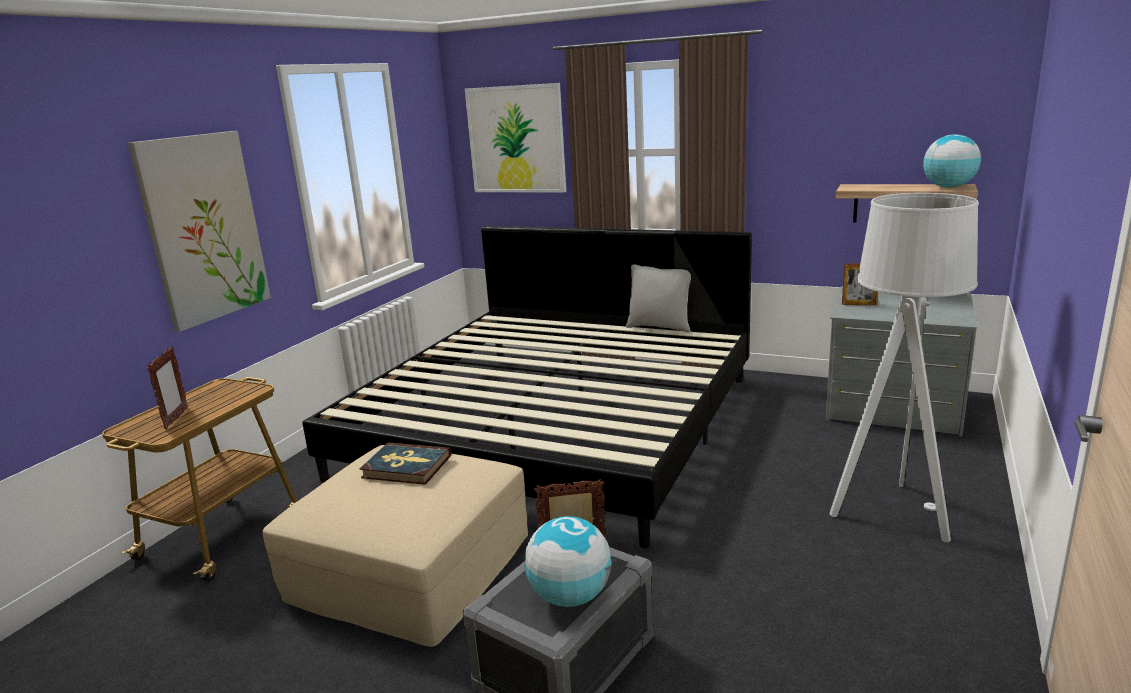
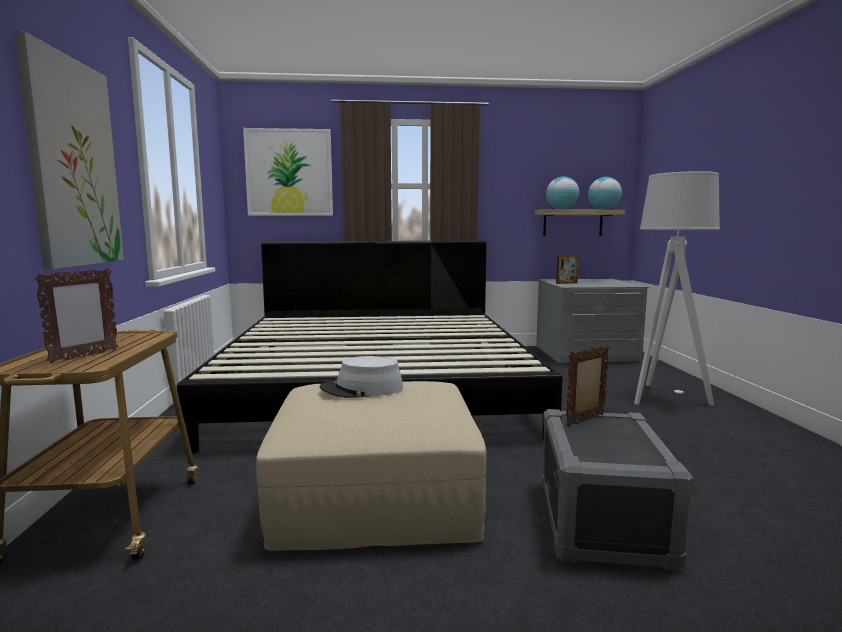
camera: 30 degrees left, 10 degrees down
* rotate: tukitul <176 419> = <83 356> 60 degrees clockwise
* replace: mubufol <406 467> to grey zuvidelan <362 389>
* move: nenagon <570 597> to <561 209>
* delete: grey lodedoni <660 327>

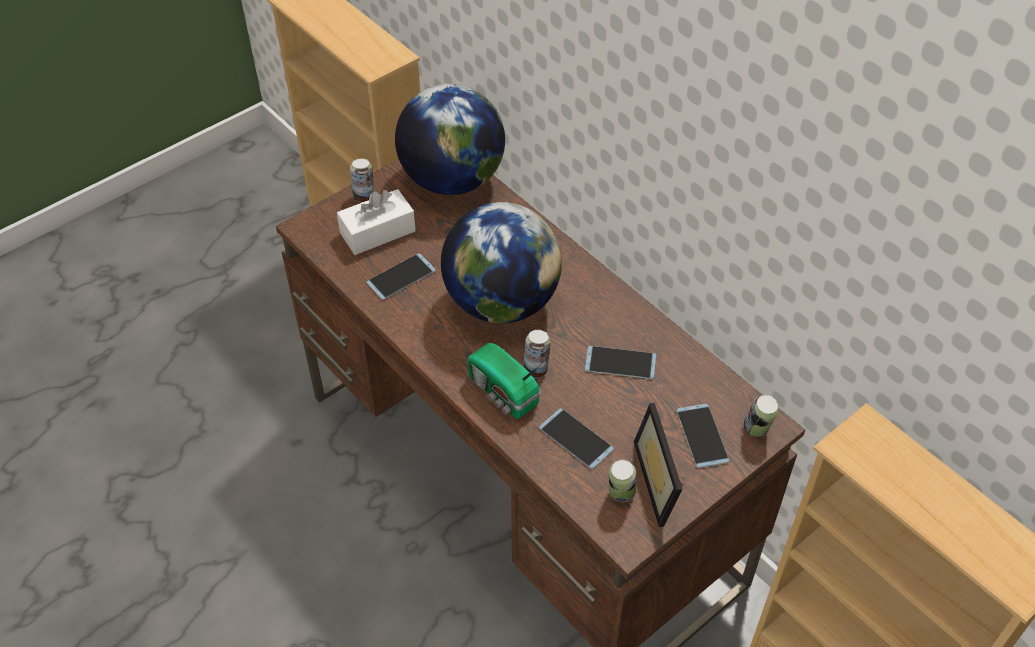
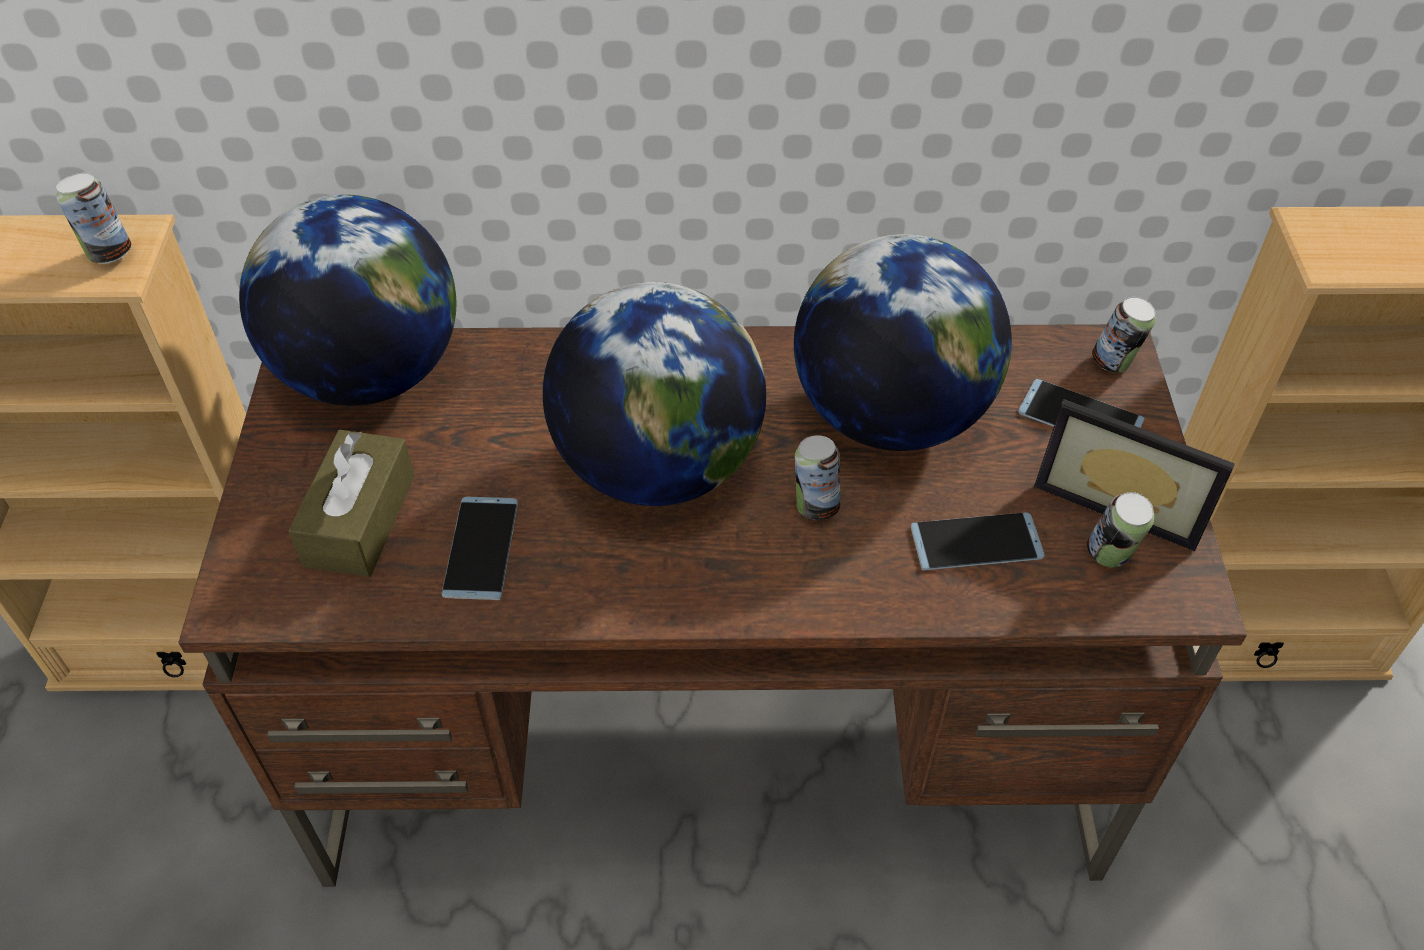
camera: 50 degrees left, 0 degrees up
* move: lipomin <364 196> to <109 253>
* recolor: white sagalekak <377 232> to brown sagalekak <360 520>
* replace: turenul <620 363> to nenagon <890 416>
* delete: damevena <503 393>

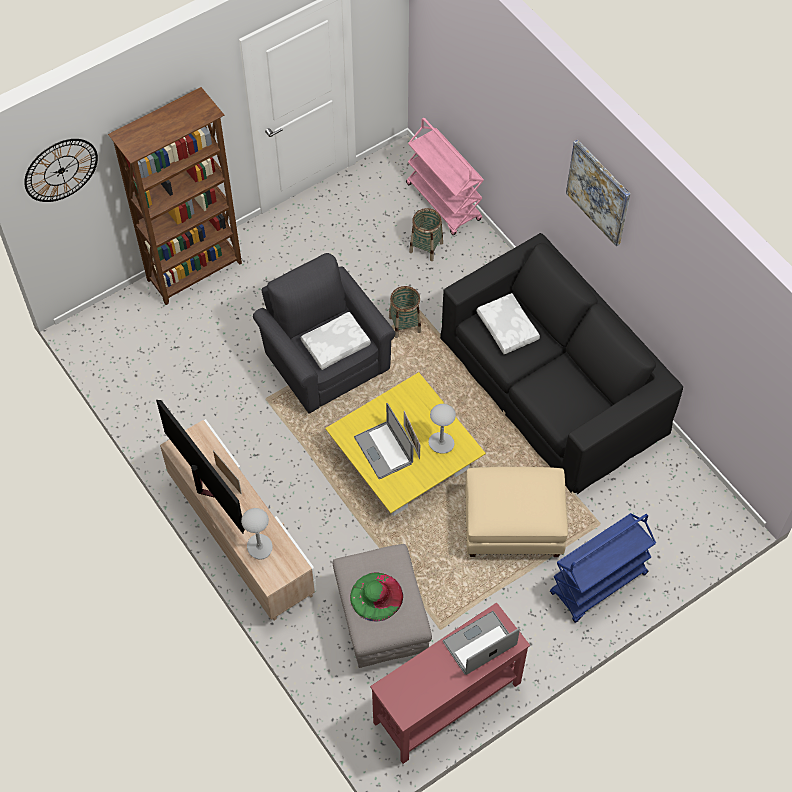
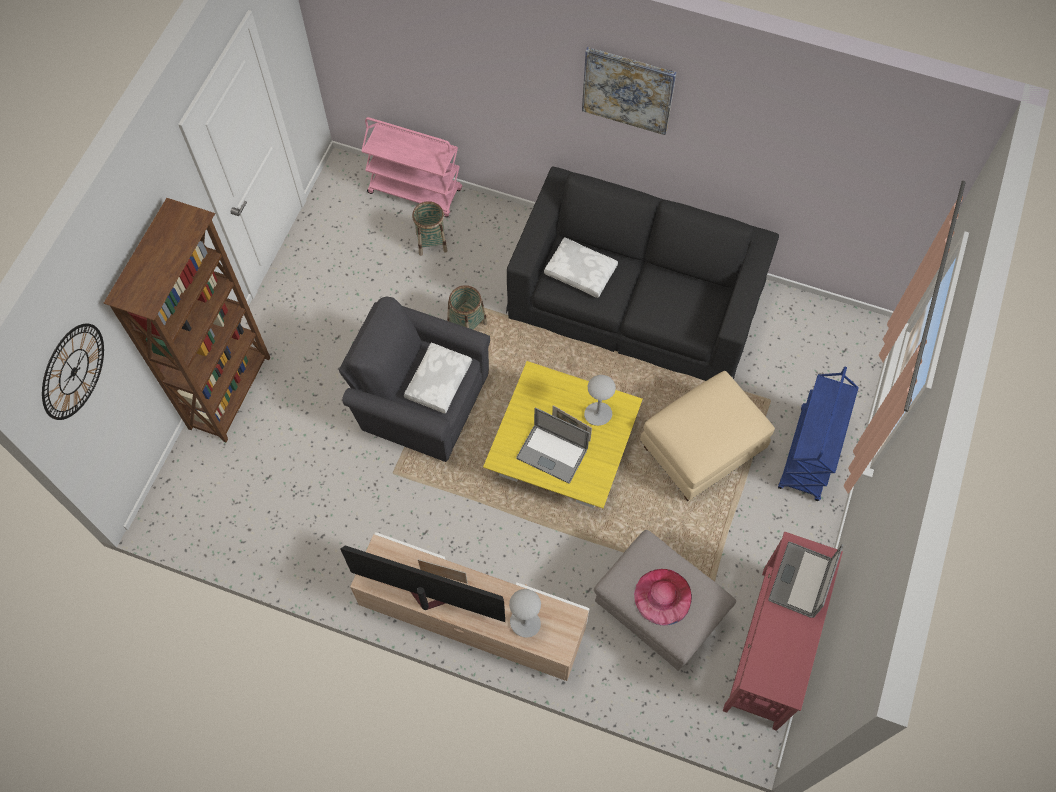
camera: 35 degrees left, 5 degrees up
* recolor: green zuvidelan <376 596> to pink zuvidelan <663 596>

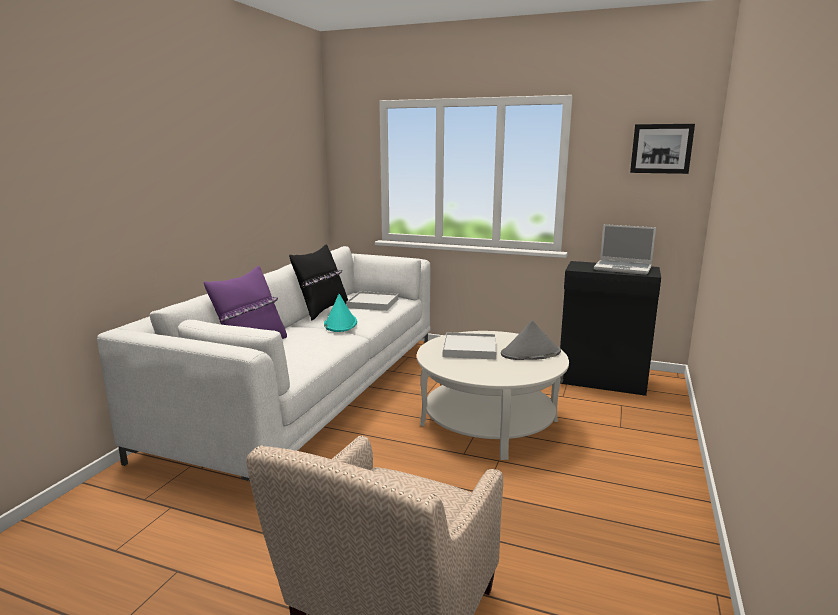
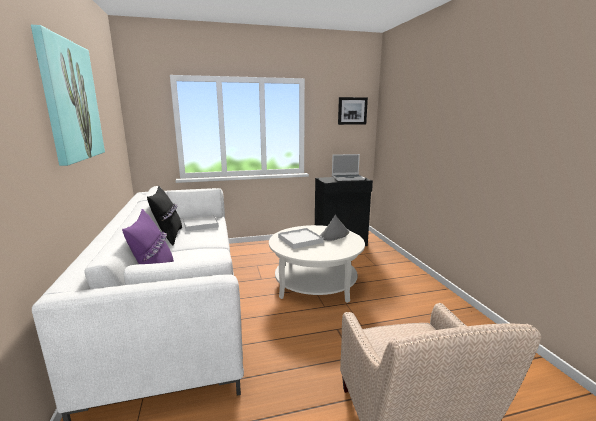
camera: 35 degrees left, 0 degrees up
* insert: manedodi <70 101>
* delete: turquoise zuvidelan <340 324>

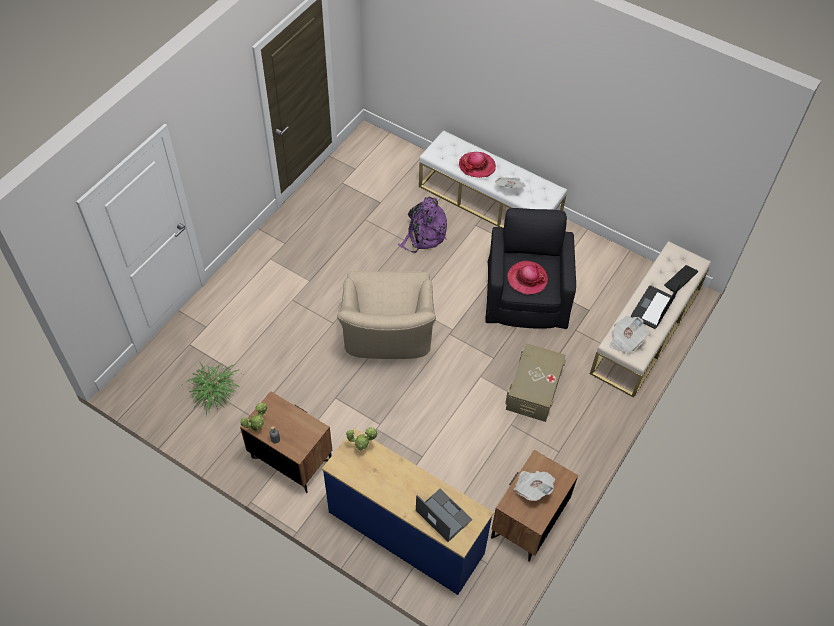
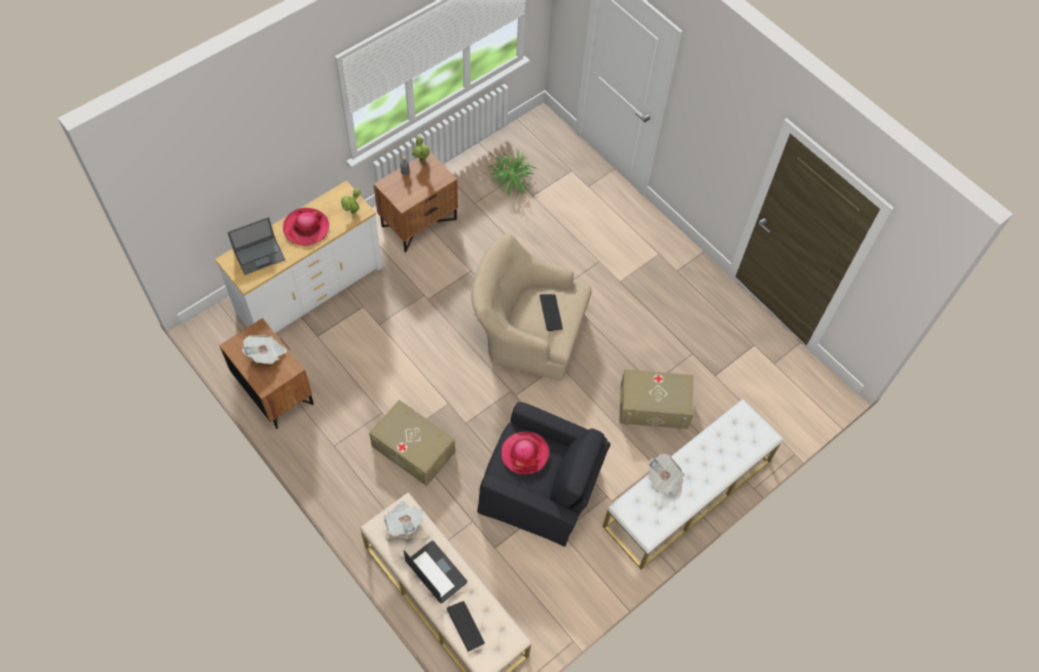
camera: 105 degrees right, 5 degrees up
* recolor: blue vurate <405 533> to white vurate <309 289>
* move: zuvidelan <477 166> to <306 228>
* insert: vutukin <551 313>
* replace: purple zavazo <423 235> to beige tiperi <654 406>

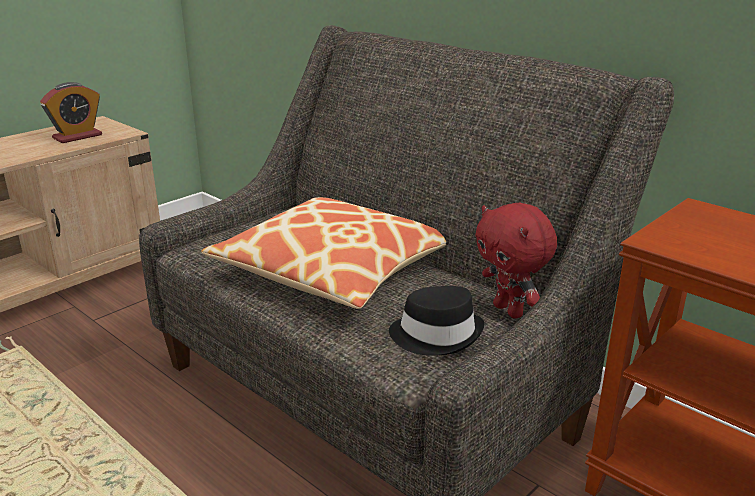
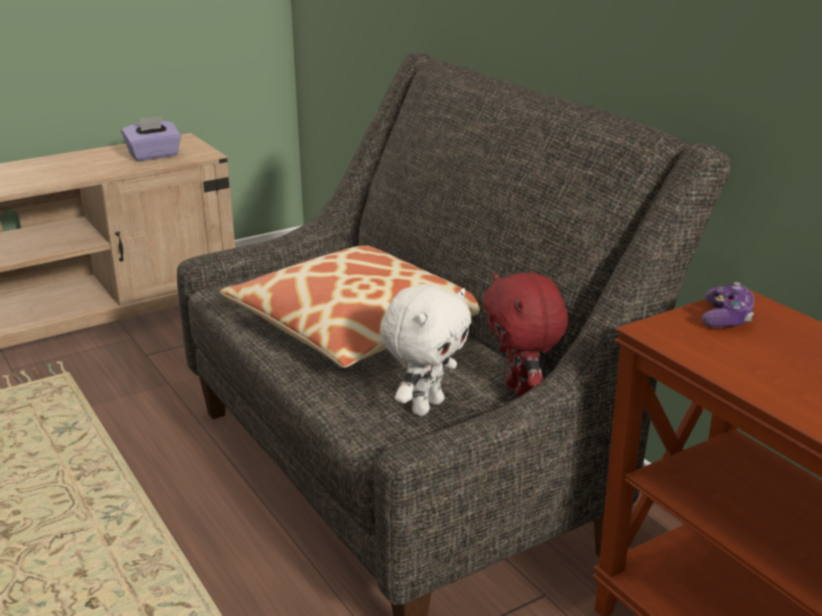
camera: 15 degrees right, 0 degrees up
* replace: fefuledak <77 136> to purple sagalekak <154 155>
* replace: black zuvidelan <436 335> to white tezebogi <426 406>
* insert: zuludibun <726 318>

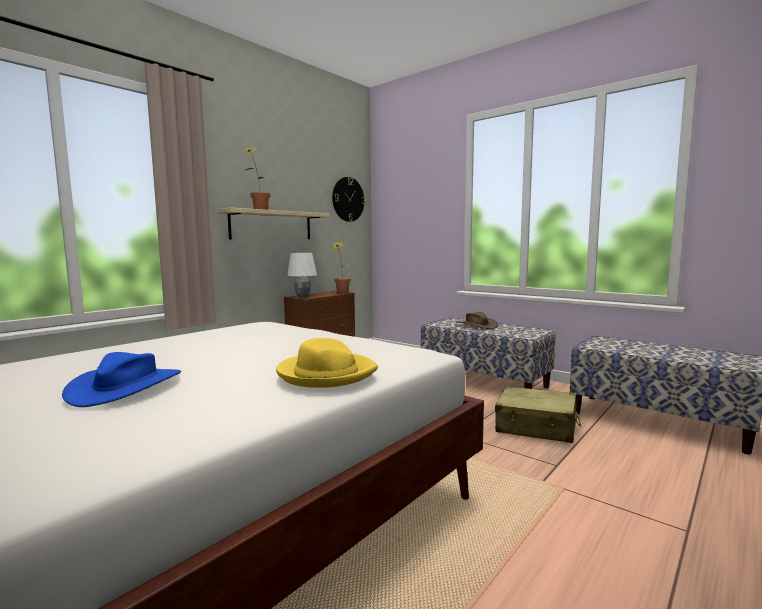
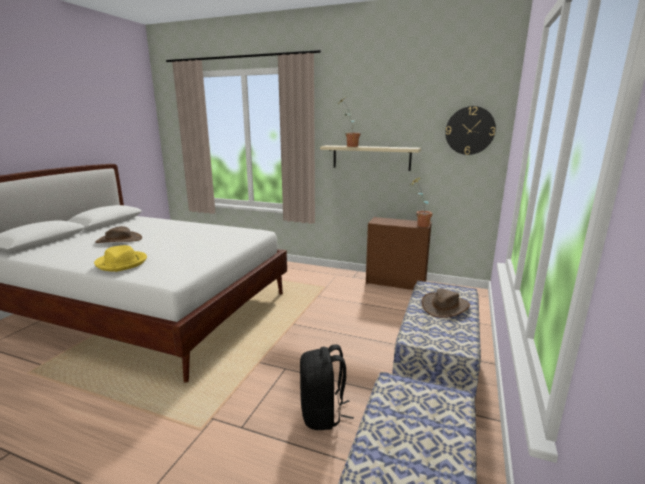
camera: 70 degrees right, 10 degrees up
* recolor: blue zuvidelan <126 387> to brown zuvidelan <119 240>
* replace: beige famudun <536 427> to black zavazo <322 414>
* delete: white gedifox <303 296>

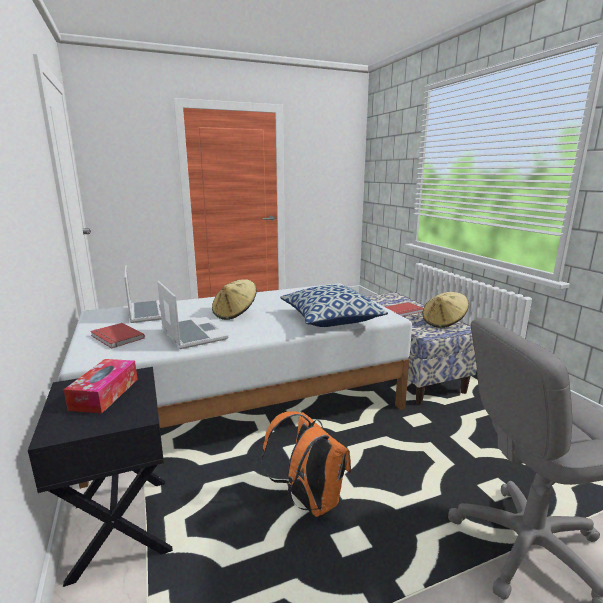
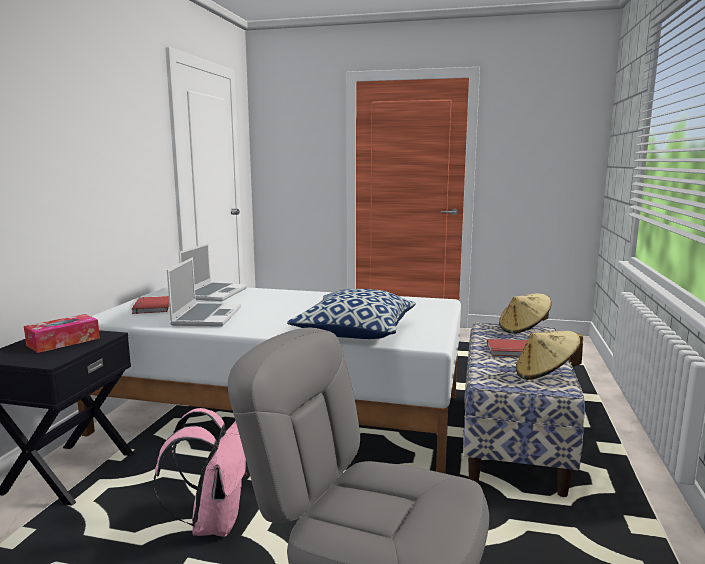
camera: 35 degrees right, 5 degrees down
* recolor: orange zavazo <309 501> to pink zavazo <213 522>
* move: beige zuvidelan <235 313> to <523 329>

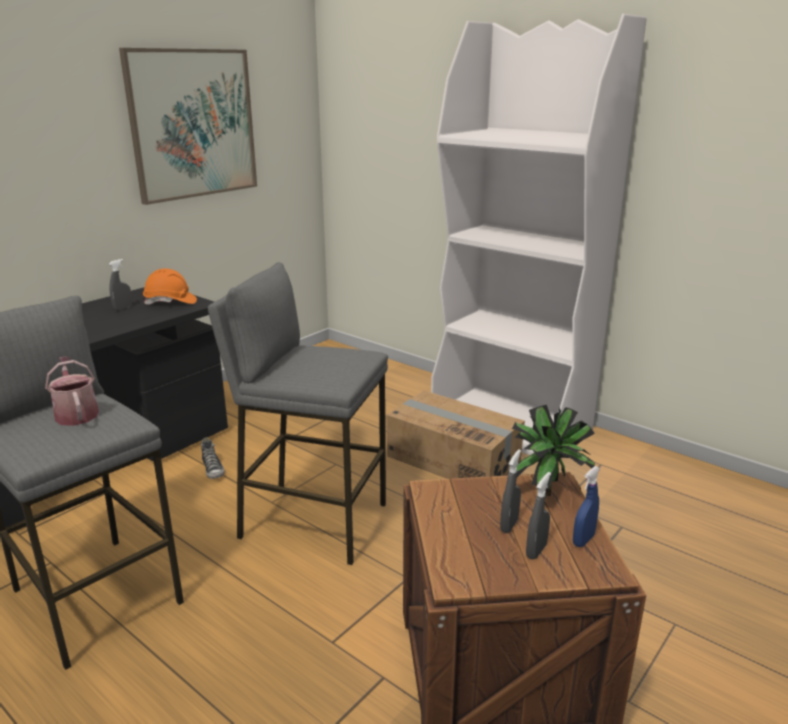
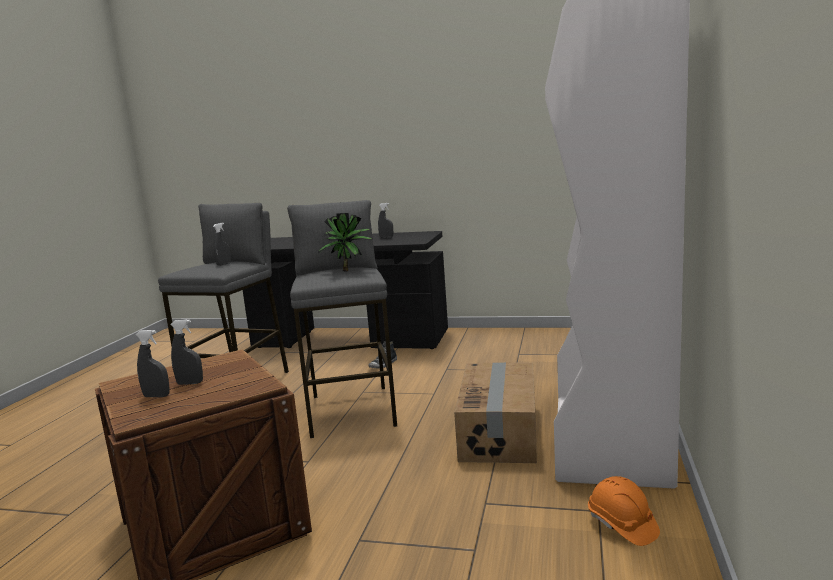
camera: 65 degrees right, 10 degrees down
* replace: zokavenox <76 413> to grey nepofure <224 264>
* move: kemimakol <548 490> to <350 270>
* move: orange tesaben <170 302> to <622 525>
* delete: manedodi <193 124>
* delete: blue nepofure <583 540>

